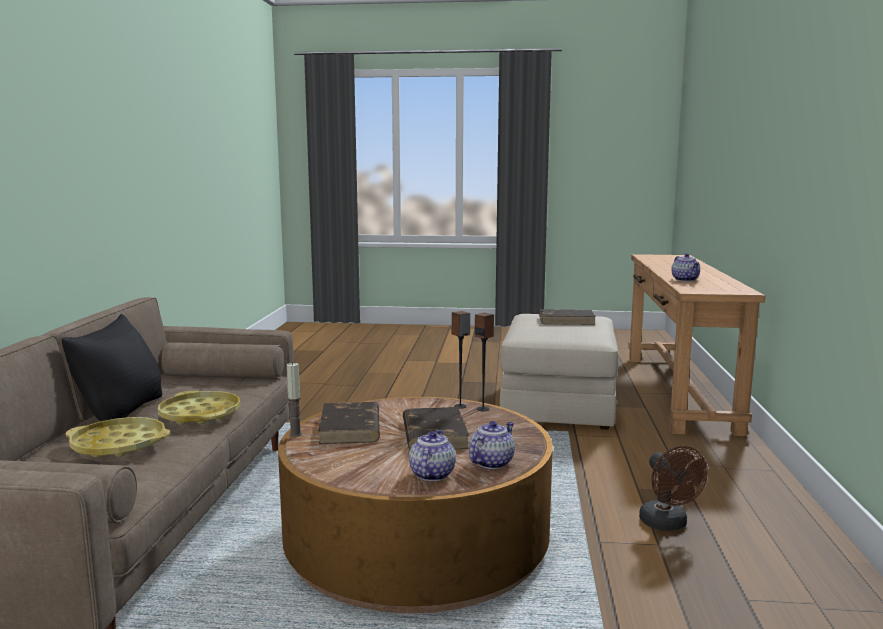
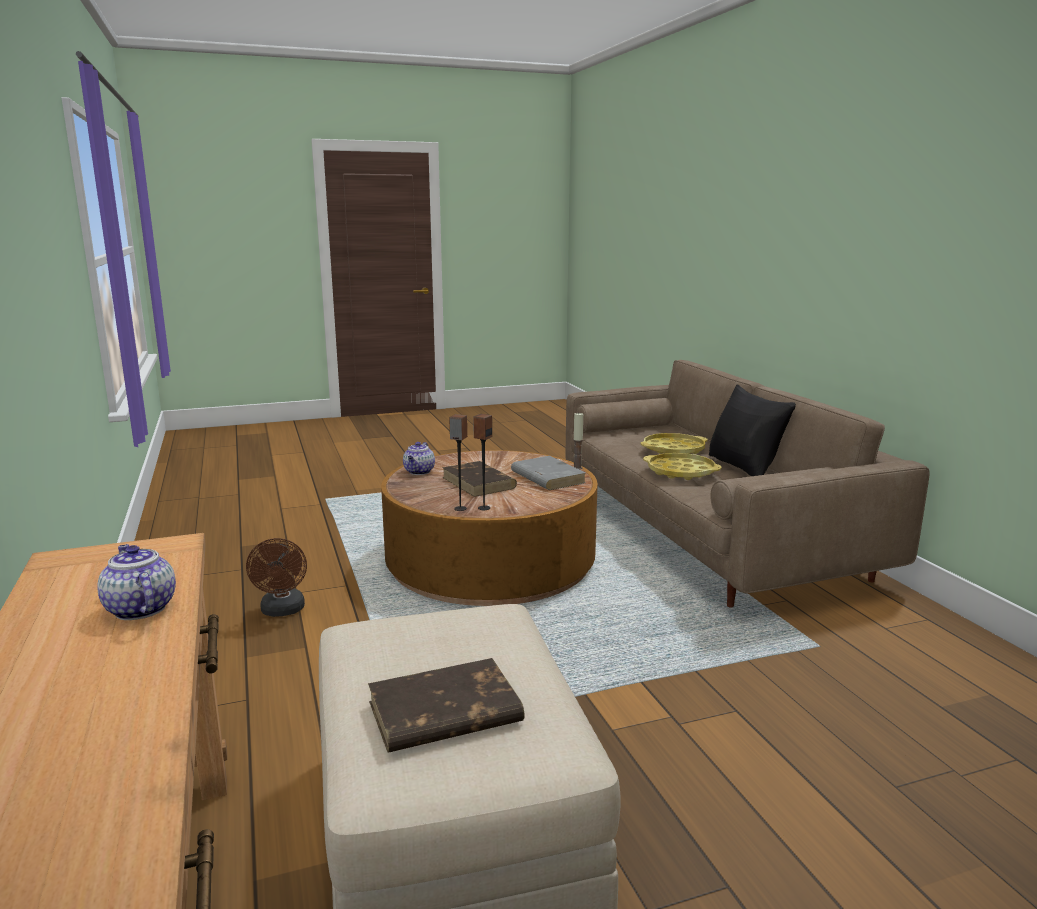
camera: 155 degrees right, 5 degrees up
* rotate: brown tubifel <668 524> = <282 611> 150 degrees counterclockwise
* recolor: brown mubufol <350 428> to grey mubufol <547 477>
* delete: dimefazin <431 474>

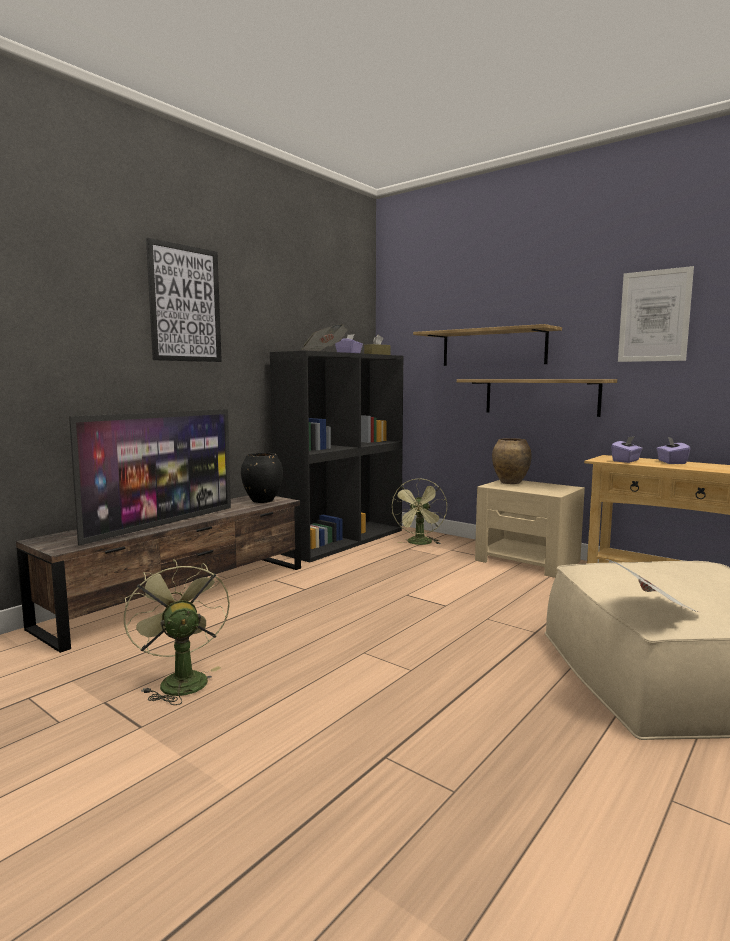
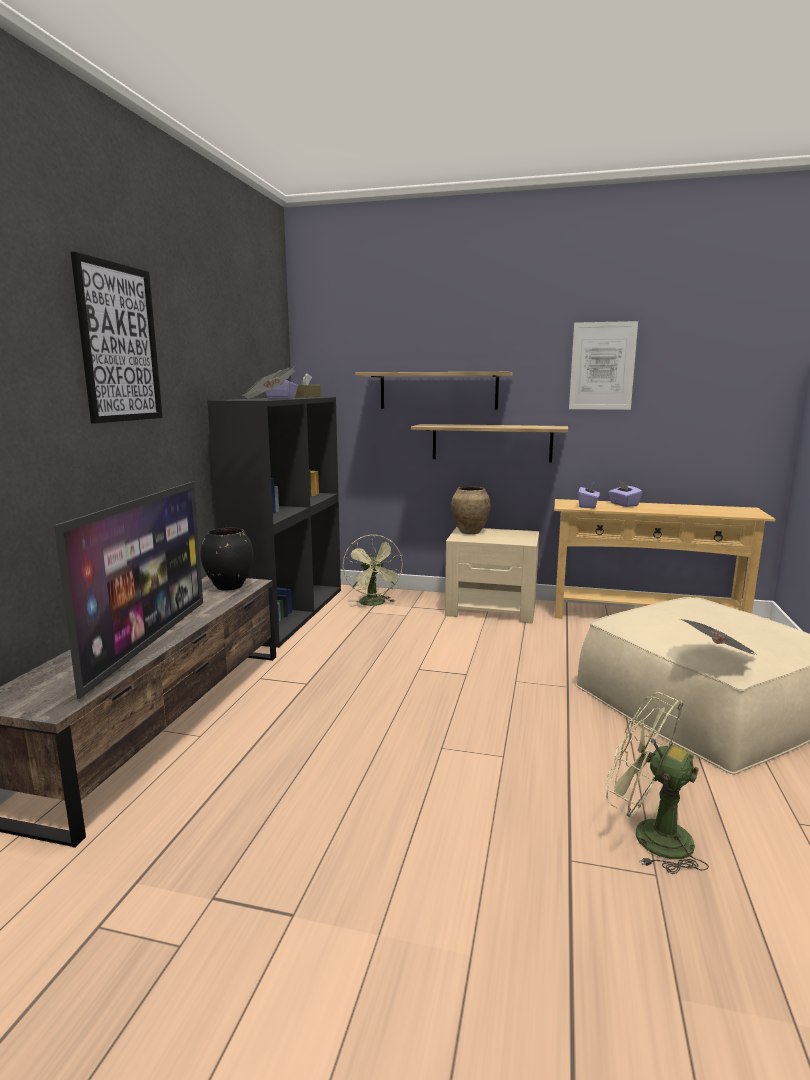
camera: 25 degrees left, 5 degrees up
* move: green tubifel <180 680> to <649 835>

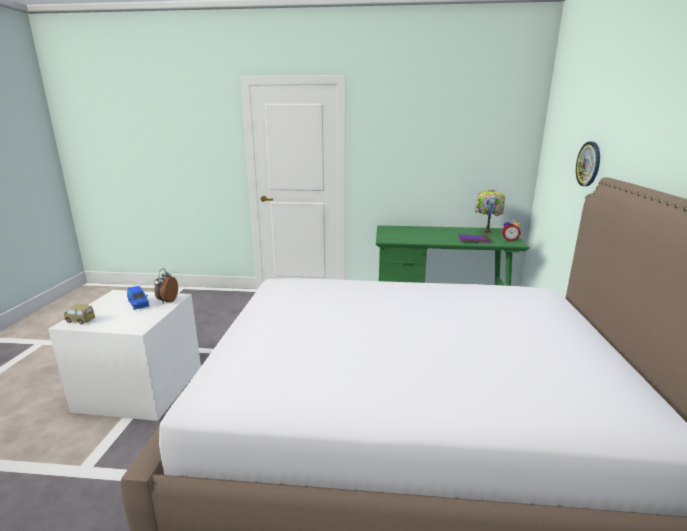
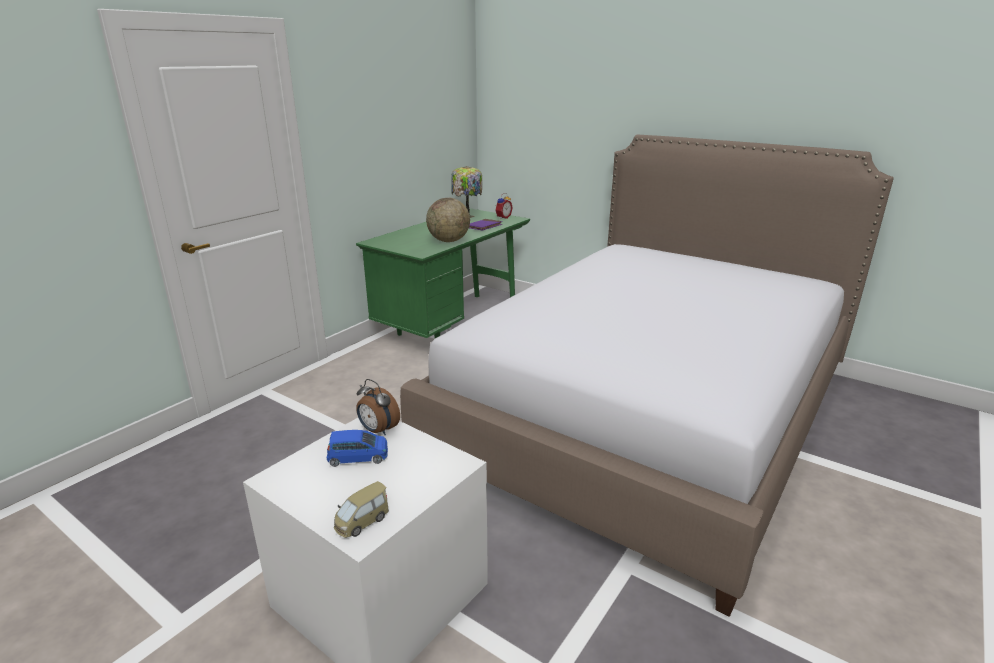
camera: 60 degrees left, 5 degrees up
* insert: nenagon <449 241>
* delete: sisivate <589 164>

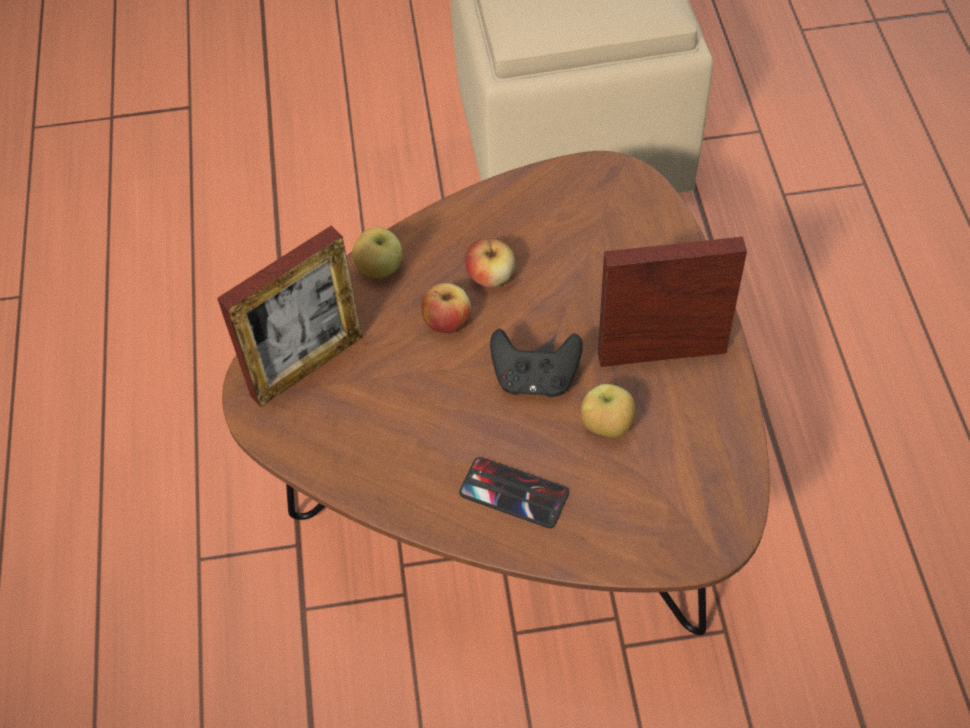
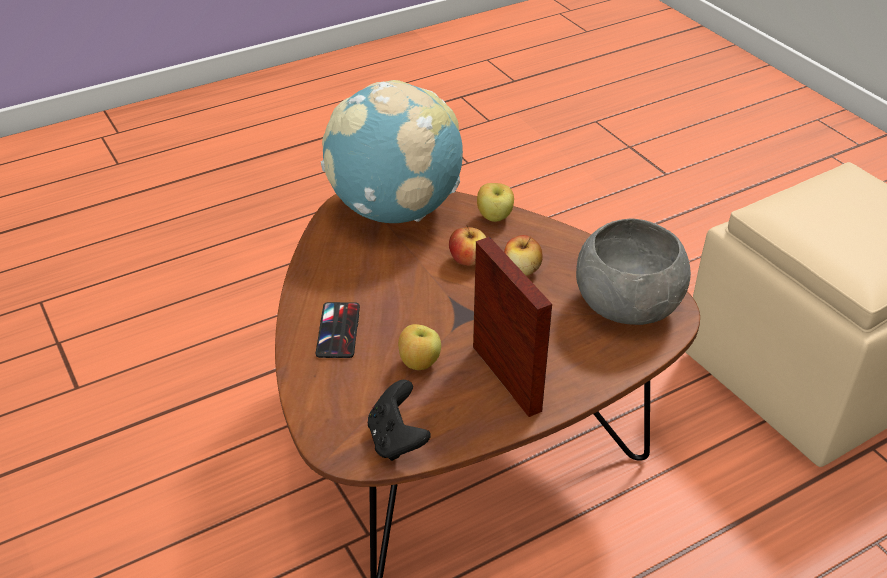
camera: 65 degrees right, 15 degrees down
* replace: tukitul <307 366> to nenagon <395 210>
* move: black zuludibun <535 379> to <397 440>
* insert: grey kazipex <627 304>

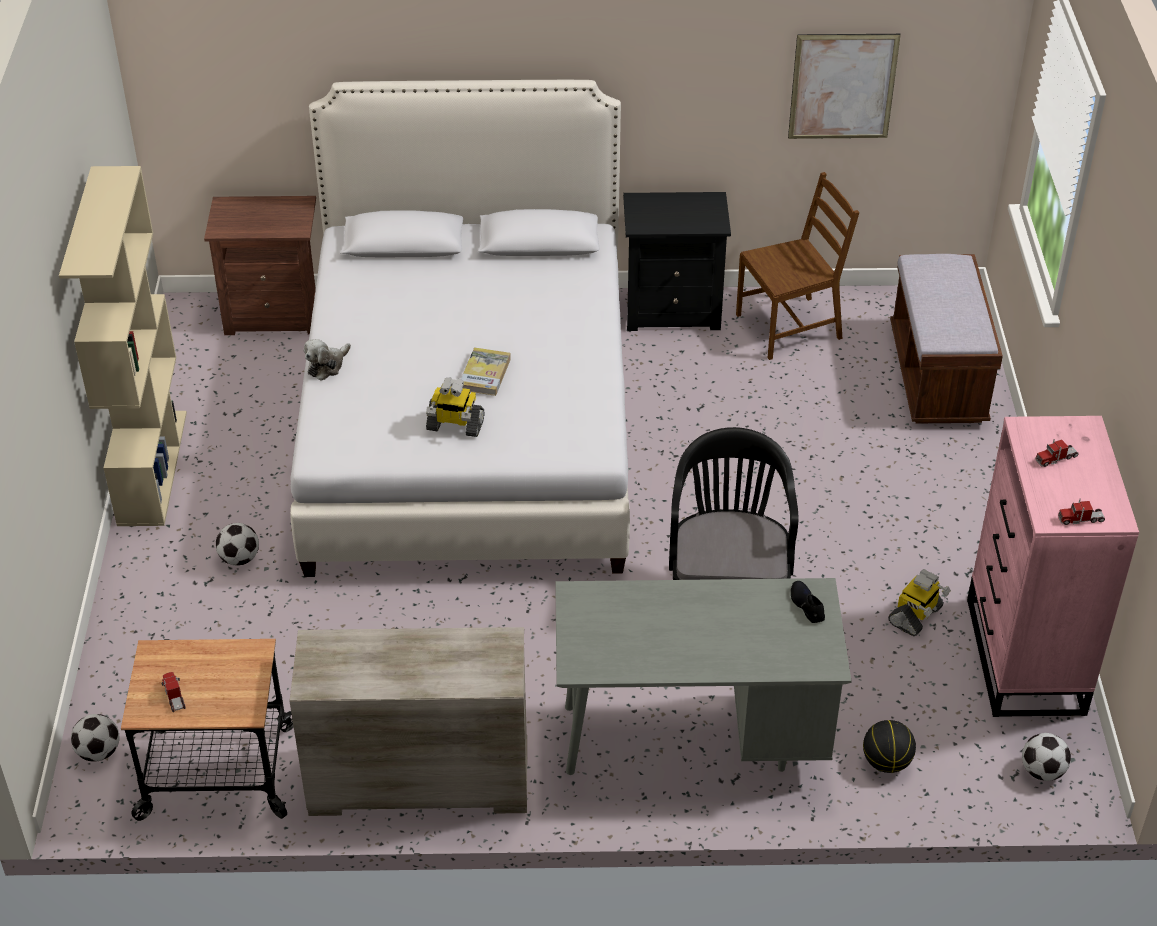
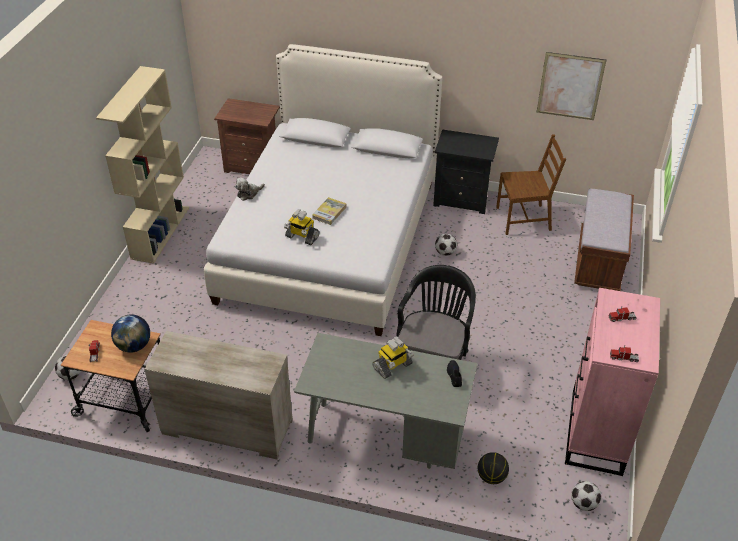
camera: 15 degrees right, 0 degrees up
* insert: nenagon <134 346>
* move: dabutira <916 616> to <392 366>
* move: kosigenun <239 559> to <445 253>

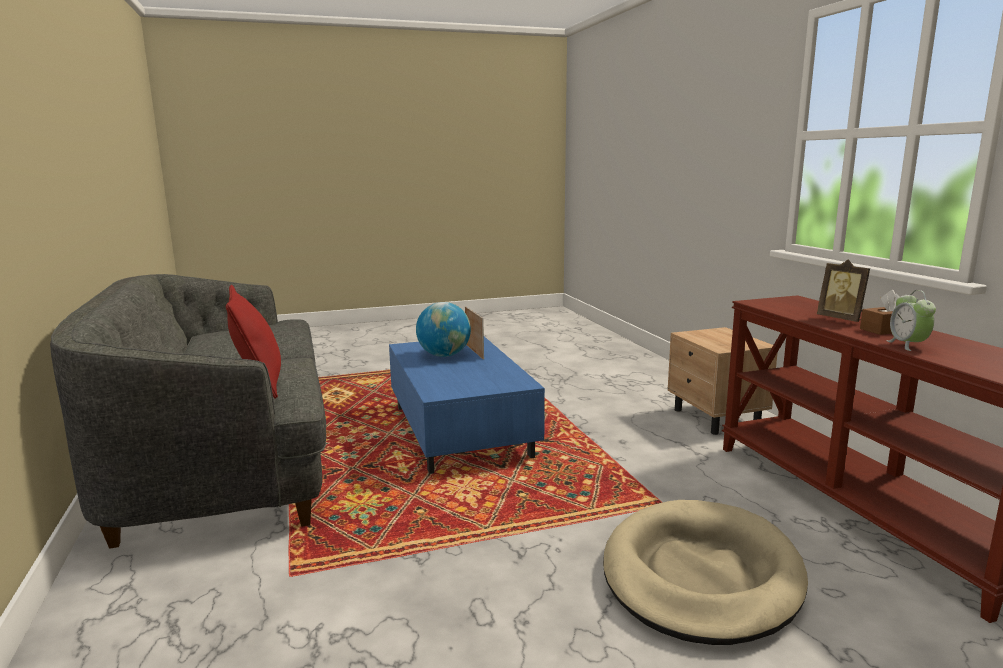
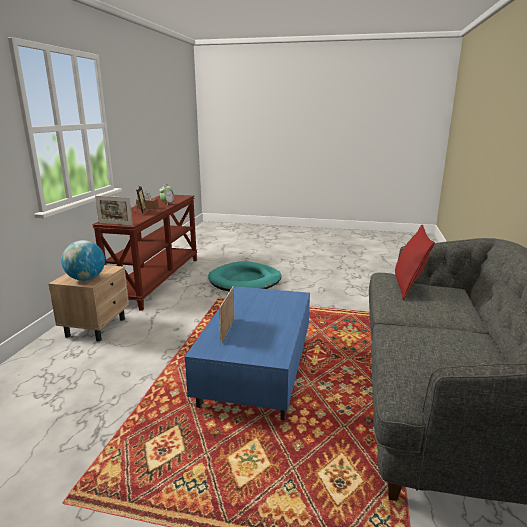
camera: 150 degrees left, 5 degrees up
* move: nenagon <444 355> to <86 279>
* insert: tukitul <115 224>
* recolor: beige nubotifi <700 576> to turquoise nubotifi <245 281>

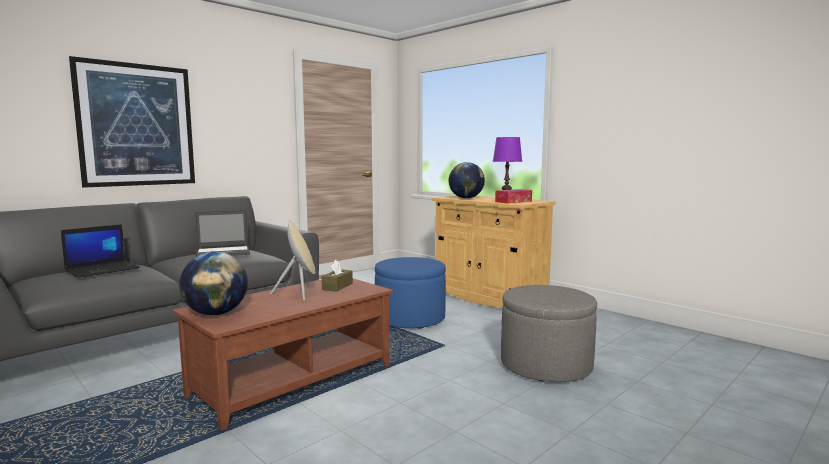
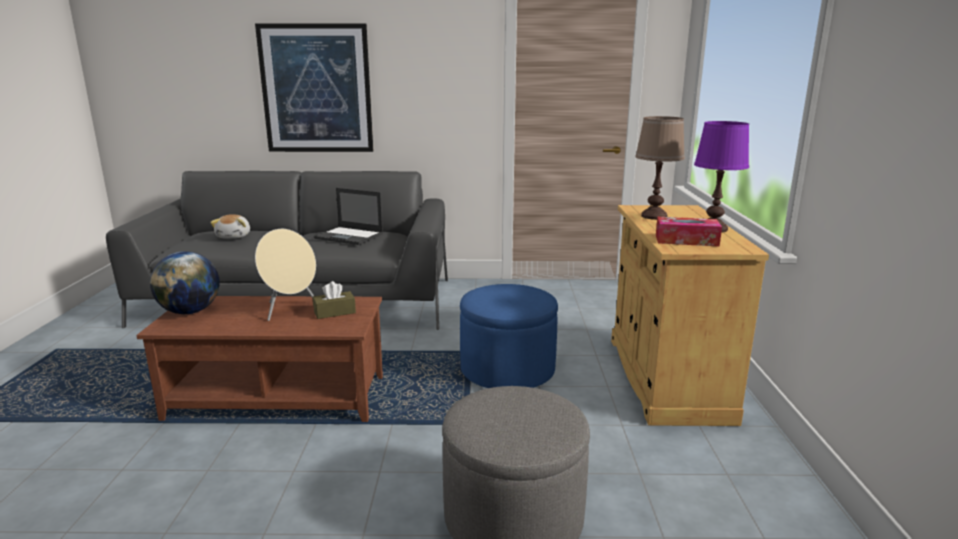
camera: 45 degrees right, 10 degrees up
* replace: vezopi <103 269> to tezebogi <234 236>
* replace: nenagon <466 198> to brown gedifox <653 216>

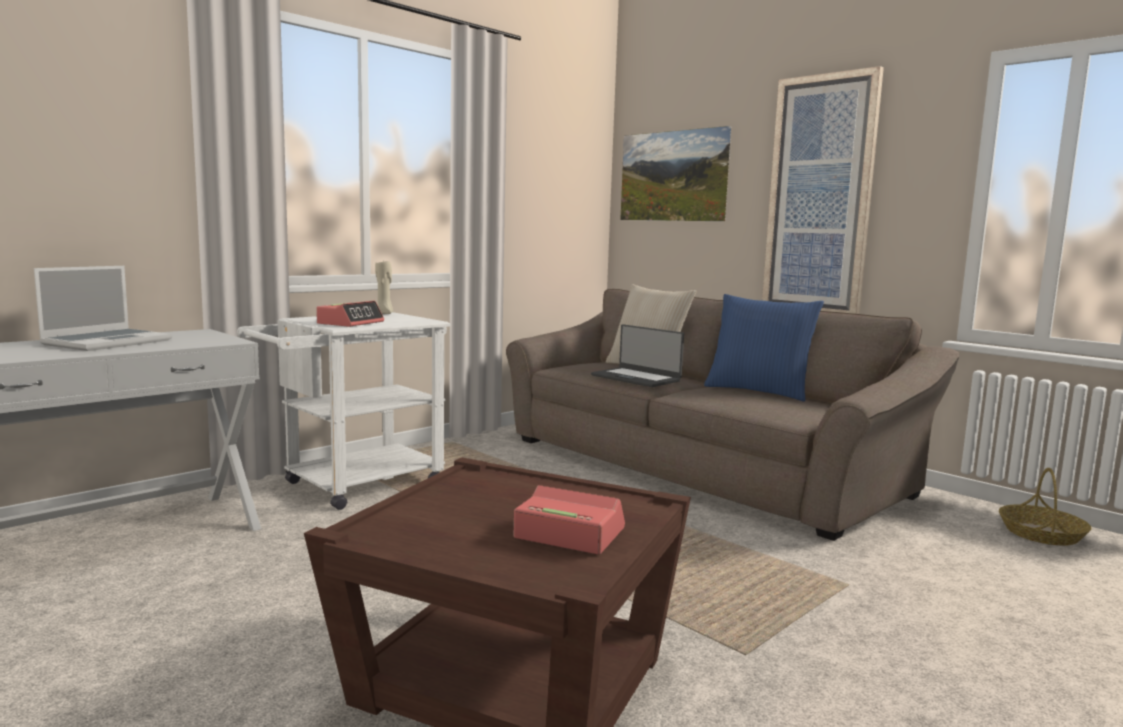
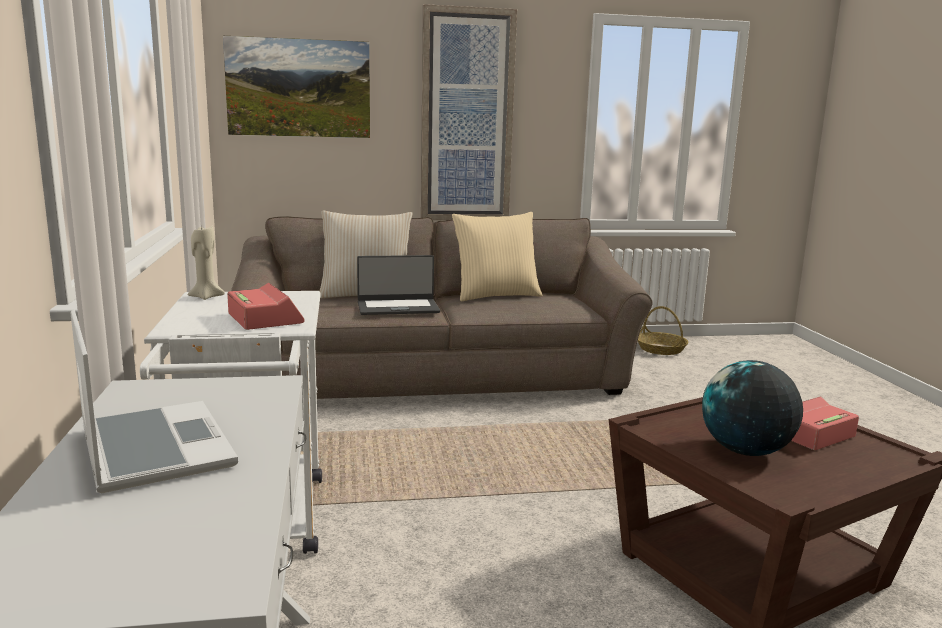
camera: 55 degrees left, 5 degrees up
* recolor: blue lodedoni <758 391> to beige lodedoni <496 295>
* insert: nenagon <746 451>

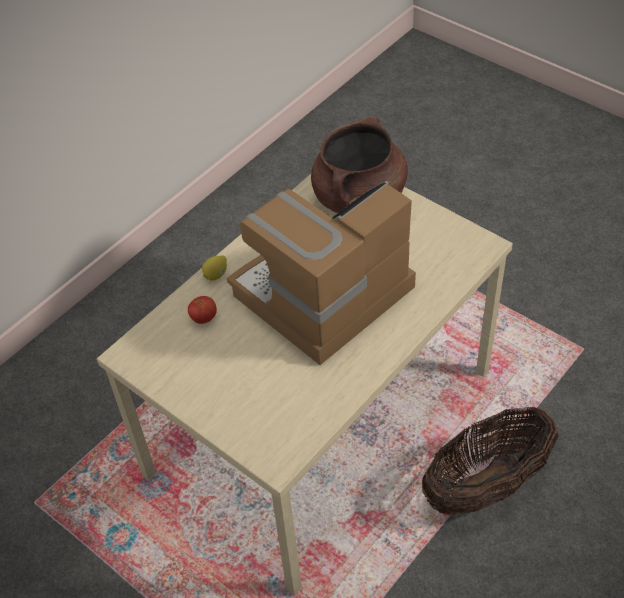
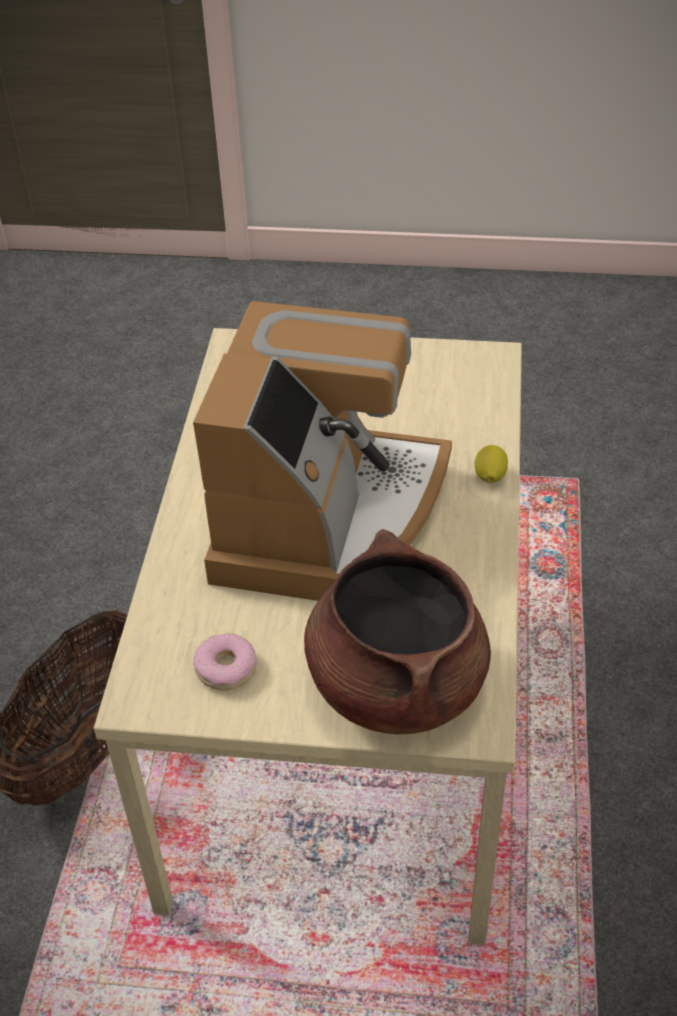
camera: 145 degrees right, 5 degrees down
* insert: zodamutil <225 668>
* delete: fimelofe <204 318>

